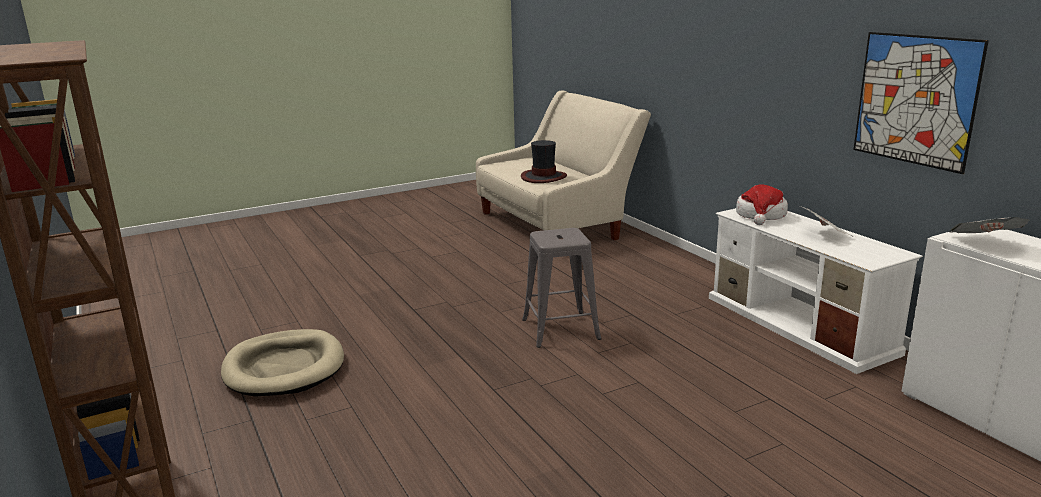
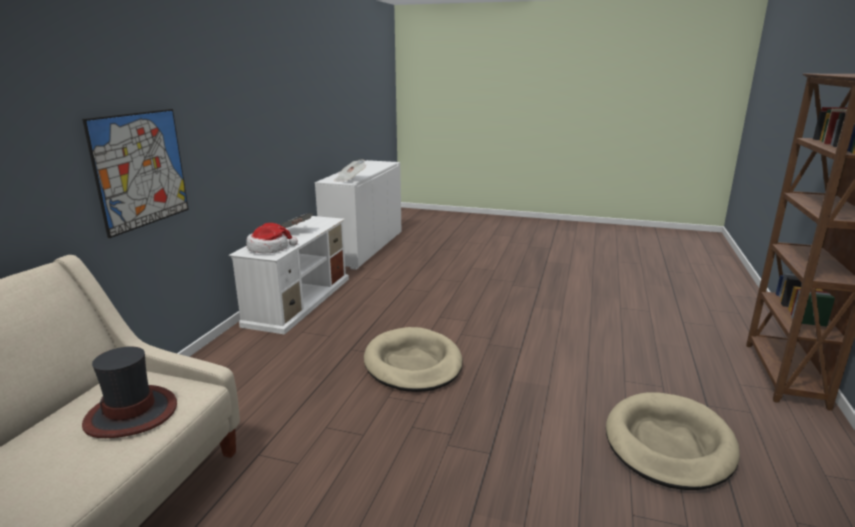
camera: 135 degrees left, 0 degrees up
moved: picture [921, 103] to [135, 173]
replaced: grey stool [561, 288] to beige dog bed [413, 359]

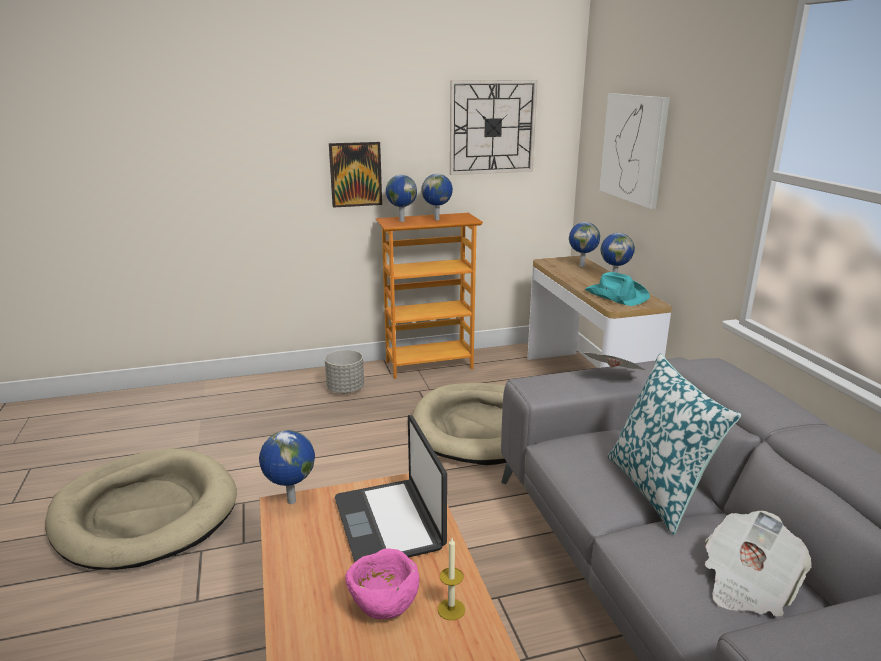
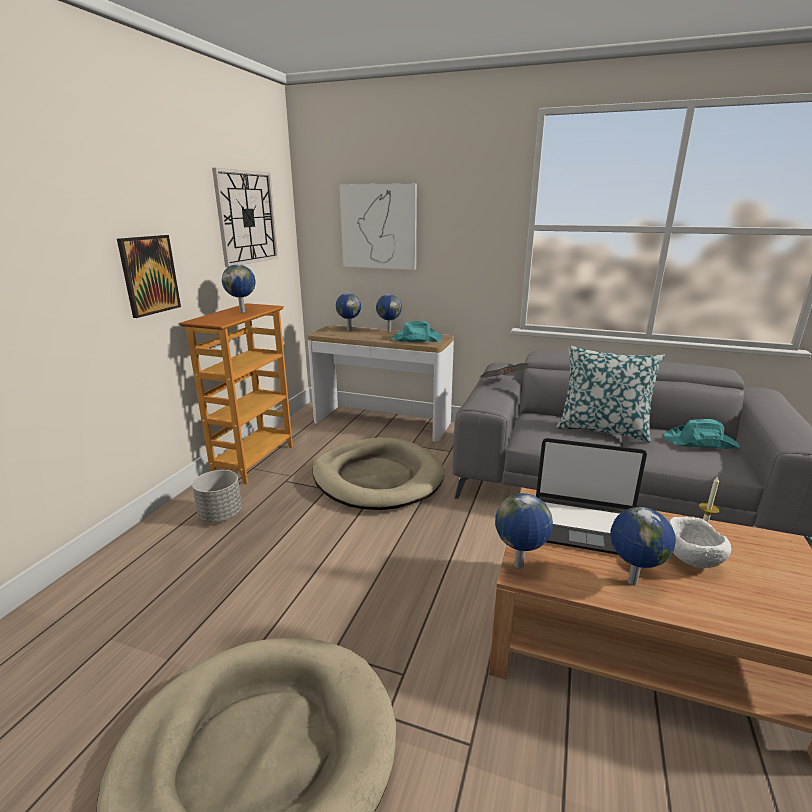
camera: 55 degrees left, 0 degrees up
moved: globe [401, 198] to [643, 546]
replaced: newspaper [758, 564] to turquoise hat [702, 434]
recoloured: pink bowl [382, 583] to white bowl [700, 542]

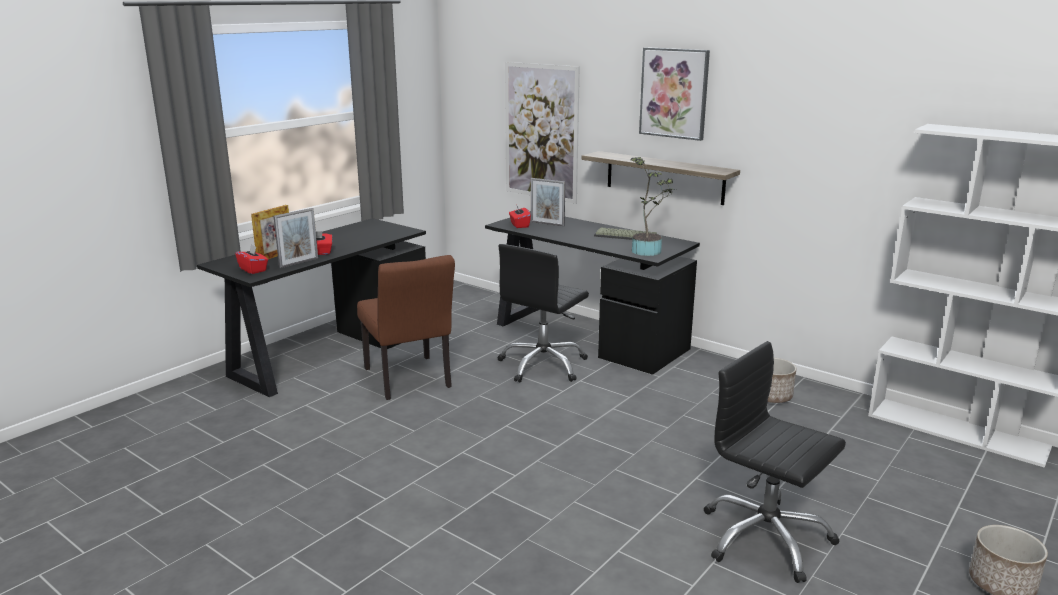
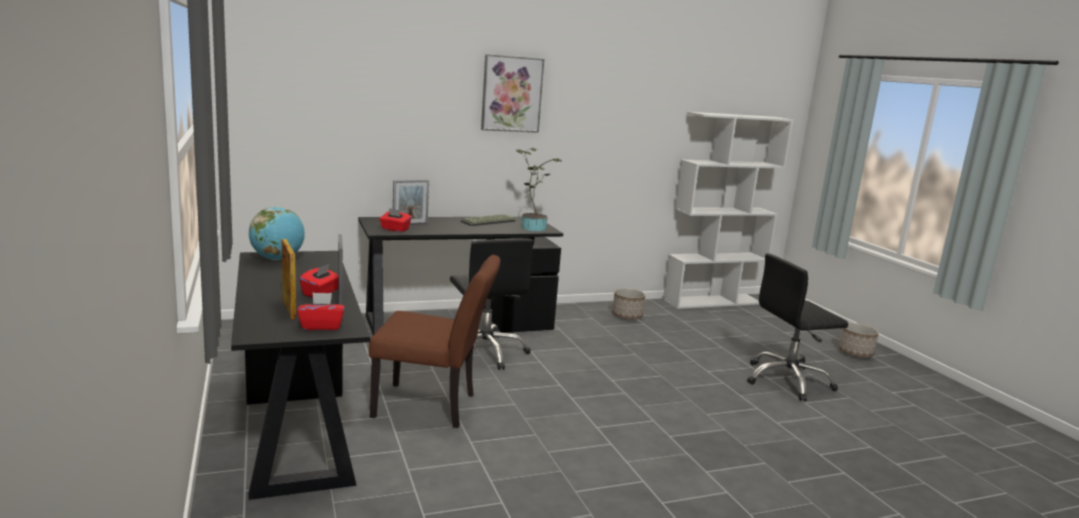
camera: 60 degrees left, 5 degrees down
removed: picture [542, 133]; shelf [661, 178]
added: globe [277, 233]

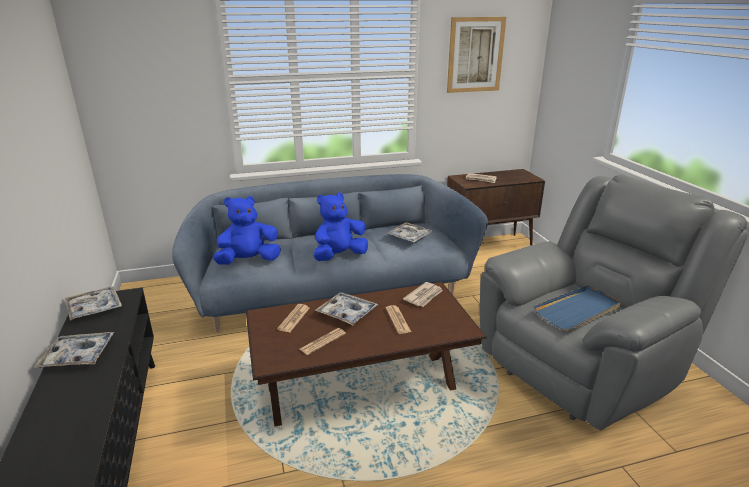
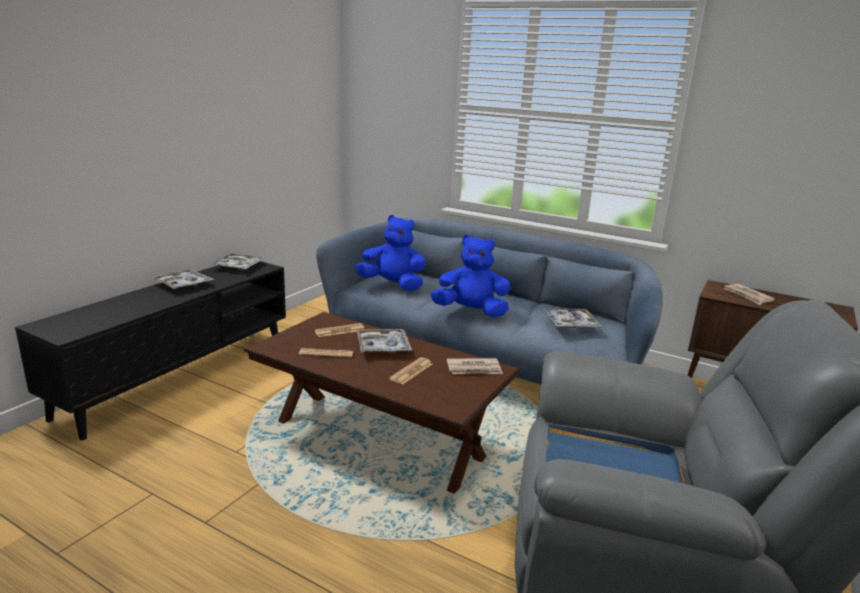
camera: 45 degrees right, 5 degrees down
removed: picture [476, 55]

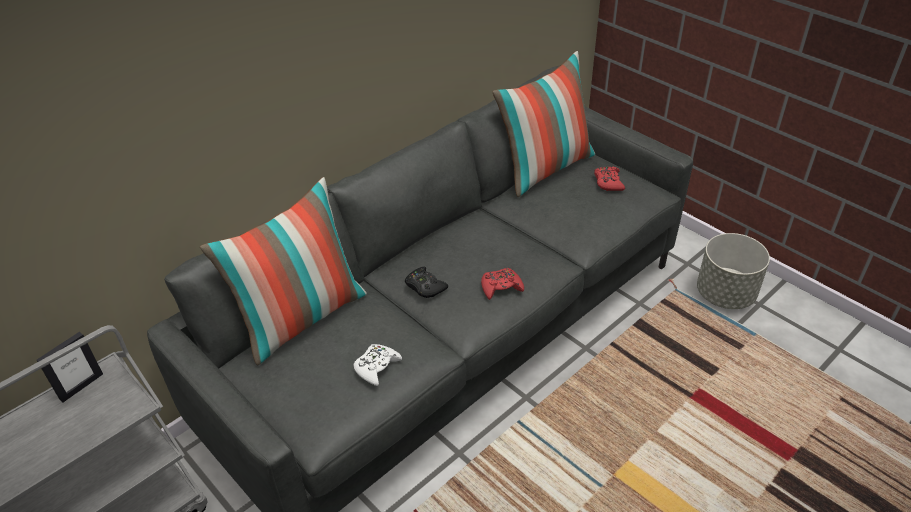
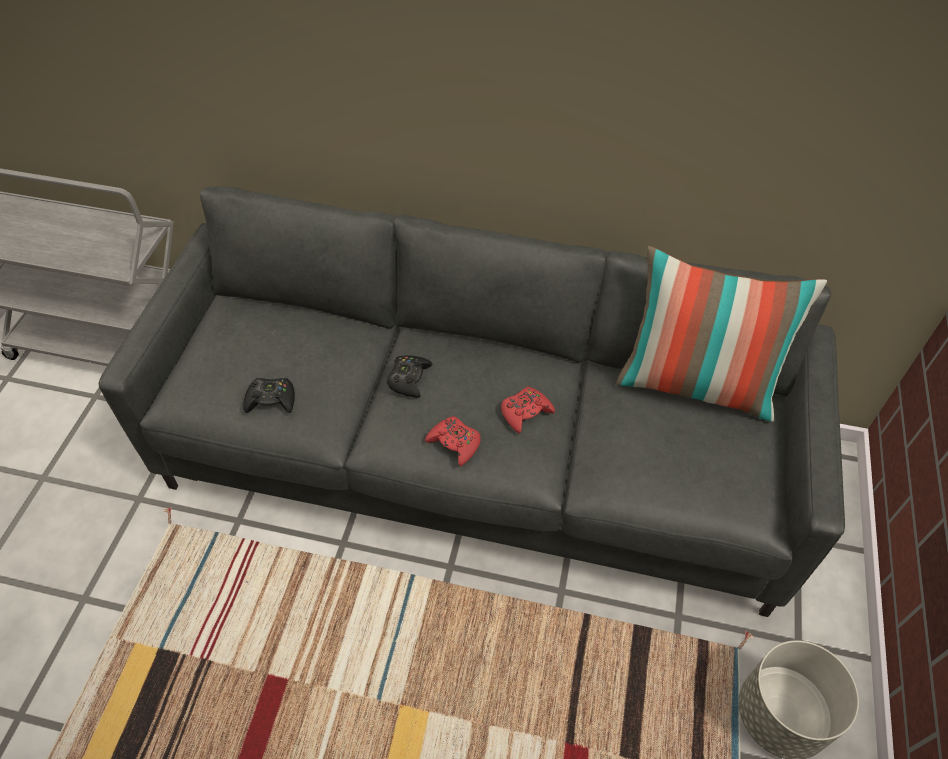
camera: 55 degrees right, 10 degrees up
removed: pillow [283, 271]; picture frame [70, 367]
moved: red game controller [609, 178] to [528, 410]
recoloured: white game controller [378, 365] to black game controller [269, 395]

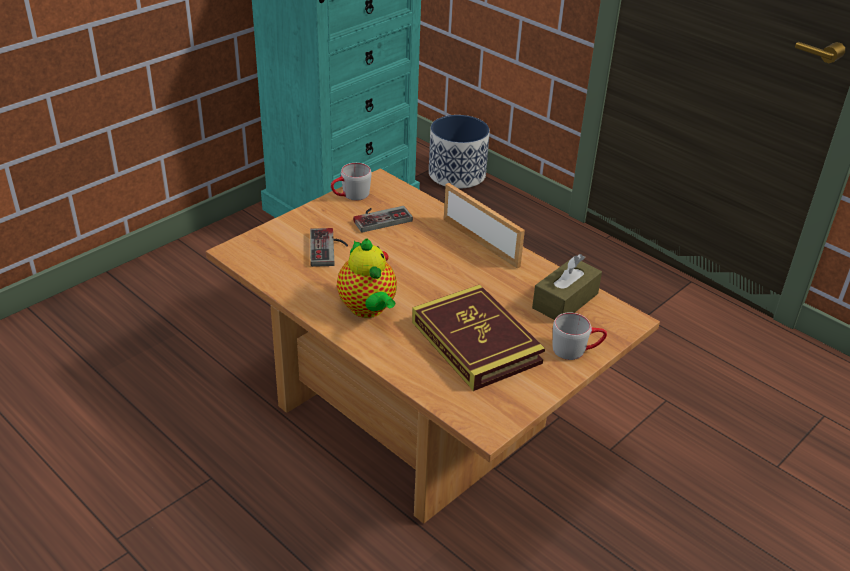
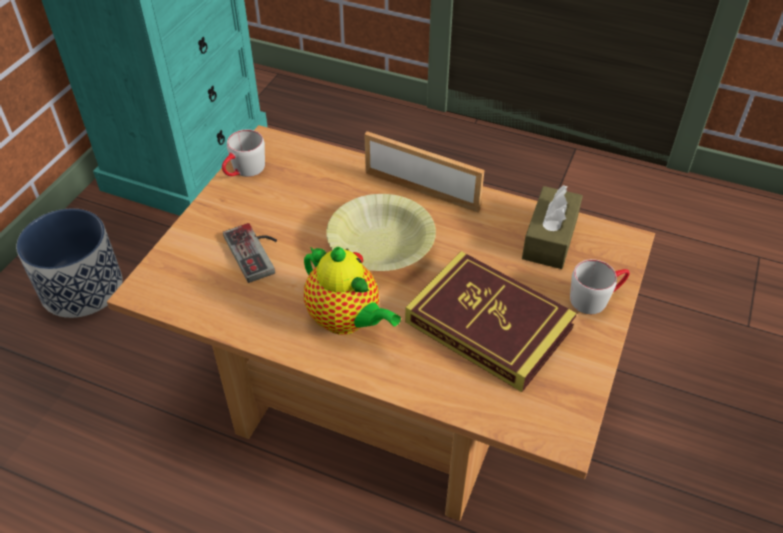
camera: 20 degrees left, 10 degrees up
removed: game controller [383, 219]
added: yellow bowl [381, 232]
moved: planter [459, 152] to [69, 263]

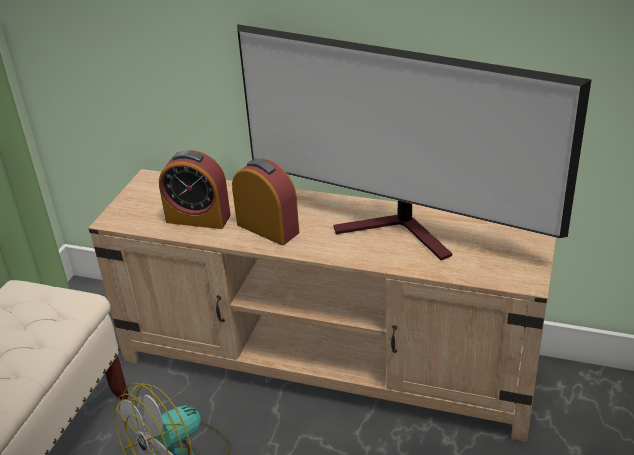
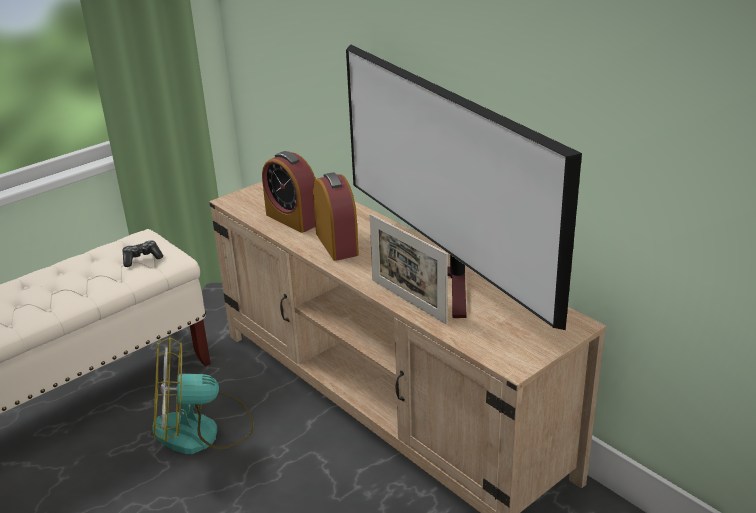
camera: 30 degrees right, 5 degrees down
added: picture frame [409, 269]; game controller [142, 253]

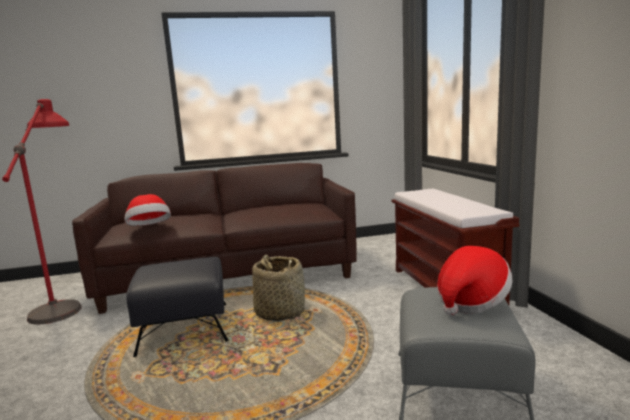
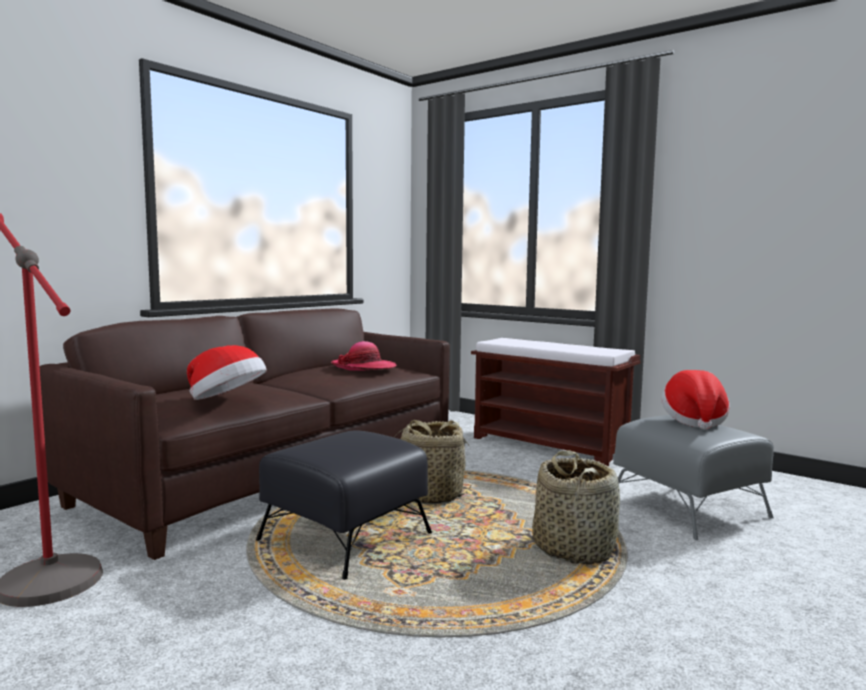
camera: 40 degrees left, 5 degrees down
added: hat [364, 356]; basket [576, 507]

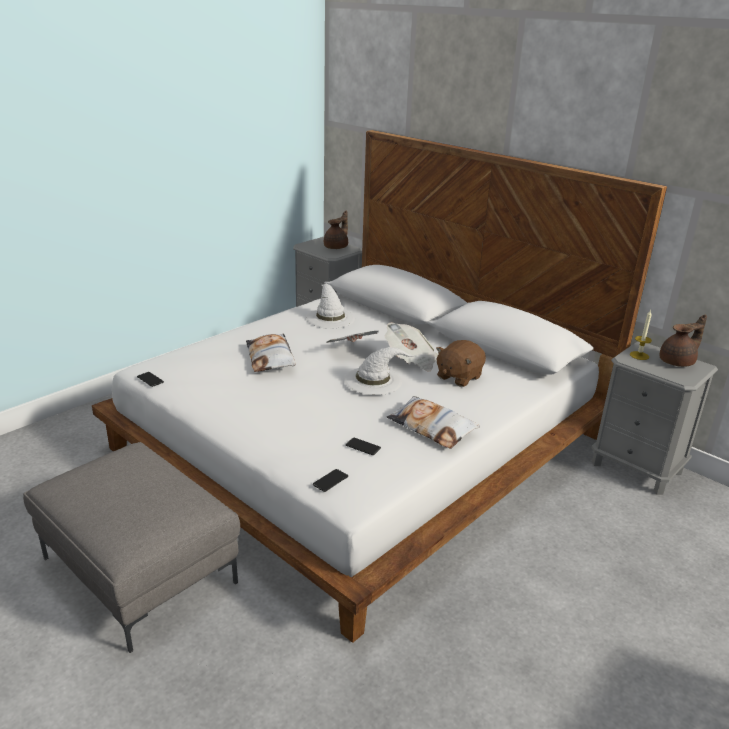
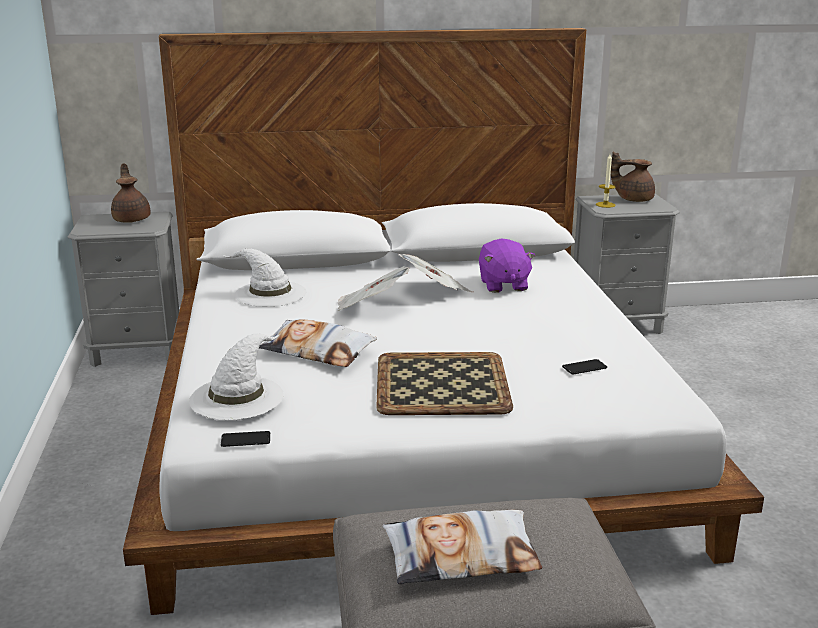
camera: 50 degrees left, 5 degrees down
removed: phone [330, 480]
added: tray [444, 383]
moved: white hat [380, 371] to [236, 377]; pillow [433, 422] to [462, 547]
recoloured: brown plush toy [461, 363] to purple plush toy [507, 265]
turned: brown teapot [683, 340] = [633, 176] 90 degrees counterclockwise

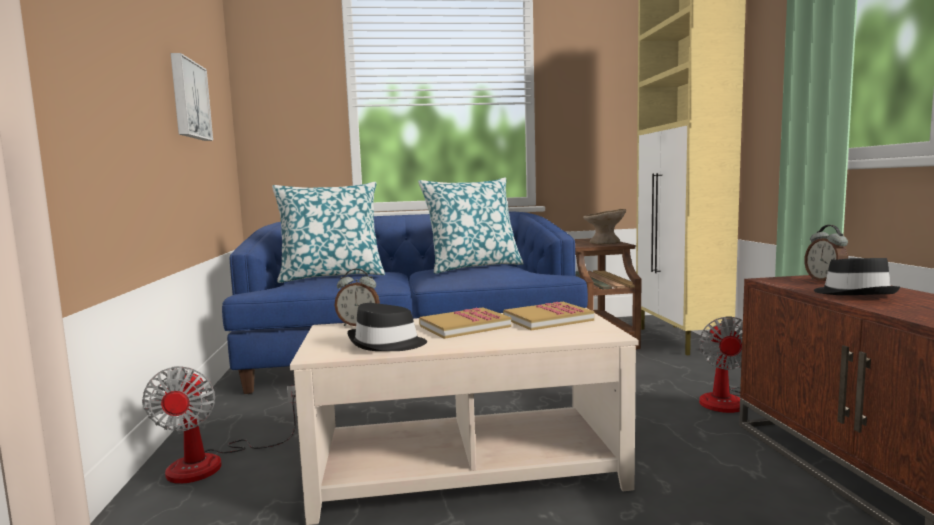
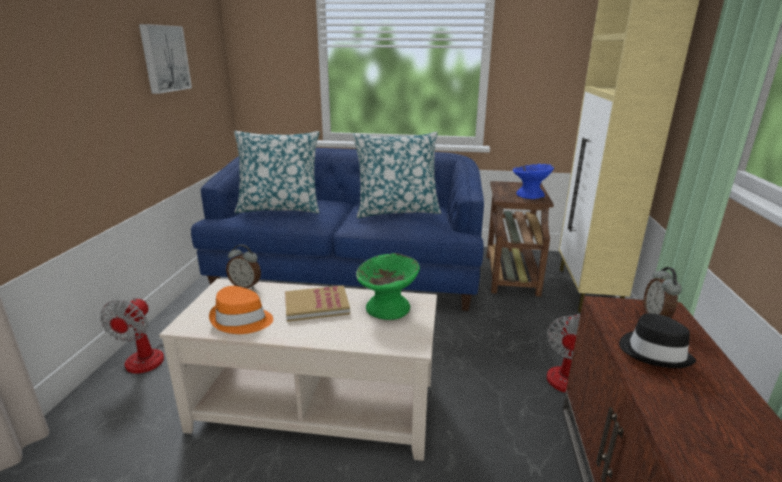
camera: 15 degrees right, 15 degrees up
replaced: book [548, 316] to green bowl [388, 286]
recoloured: beige bowl [604, 226] to blue bowl [533, 181]; black hat [387, 327] to orange hat [241, 310]

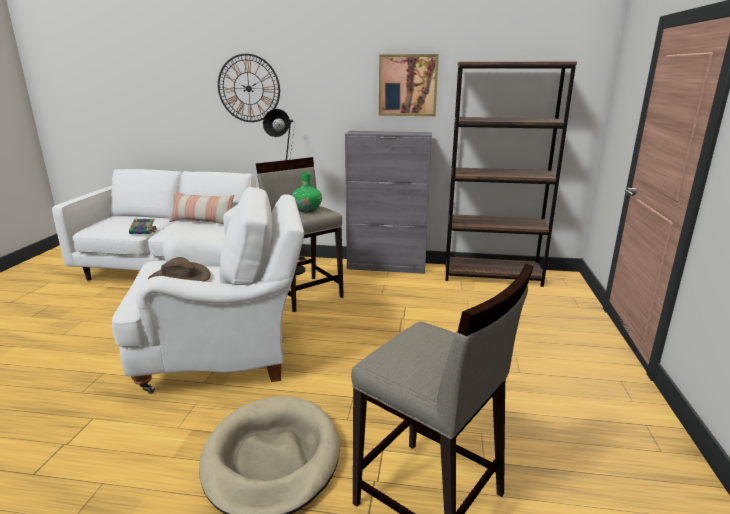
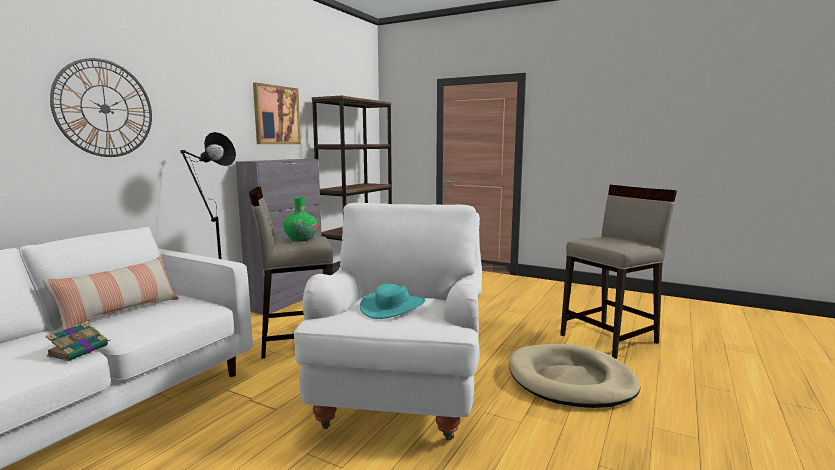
camera: 70 degrees left, 10 degrees down
recoloured: brown hat [179, 269] to turquoise hat [393, 301]

